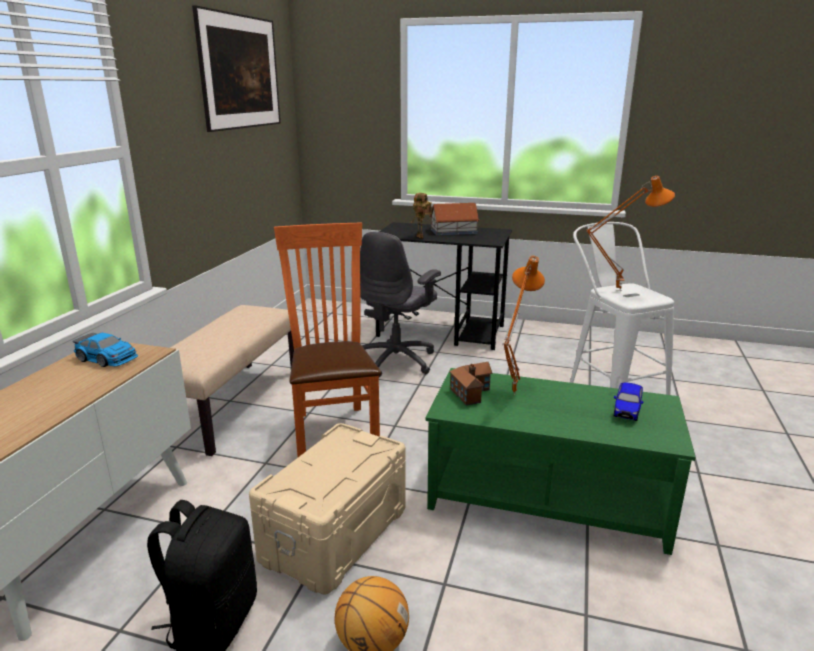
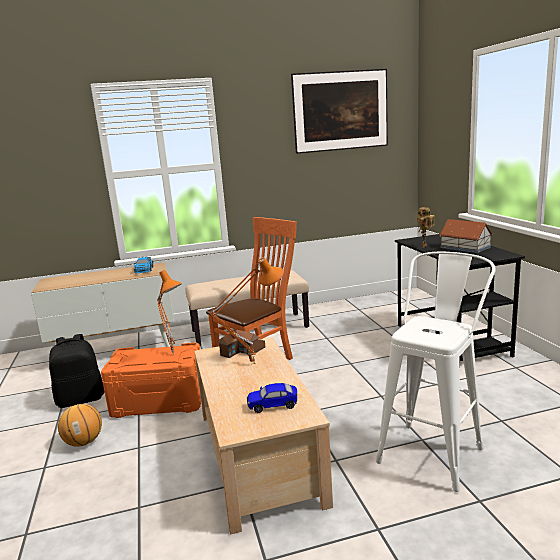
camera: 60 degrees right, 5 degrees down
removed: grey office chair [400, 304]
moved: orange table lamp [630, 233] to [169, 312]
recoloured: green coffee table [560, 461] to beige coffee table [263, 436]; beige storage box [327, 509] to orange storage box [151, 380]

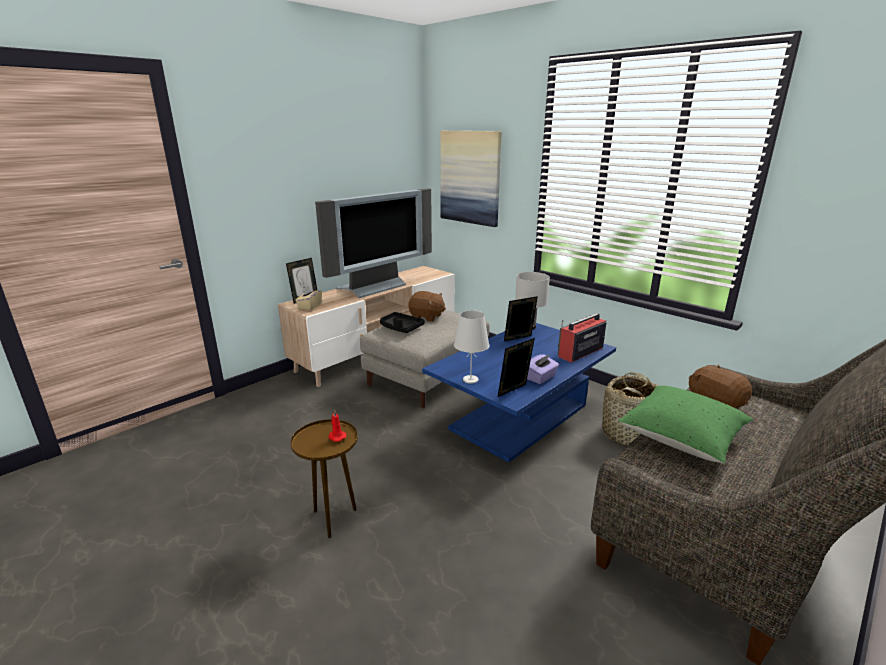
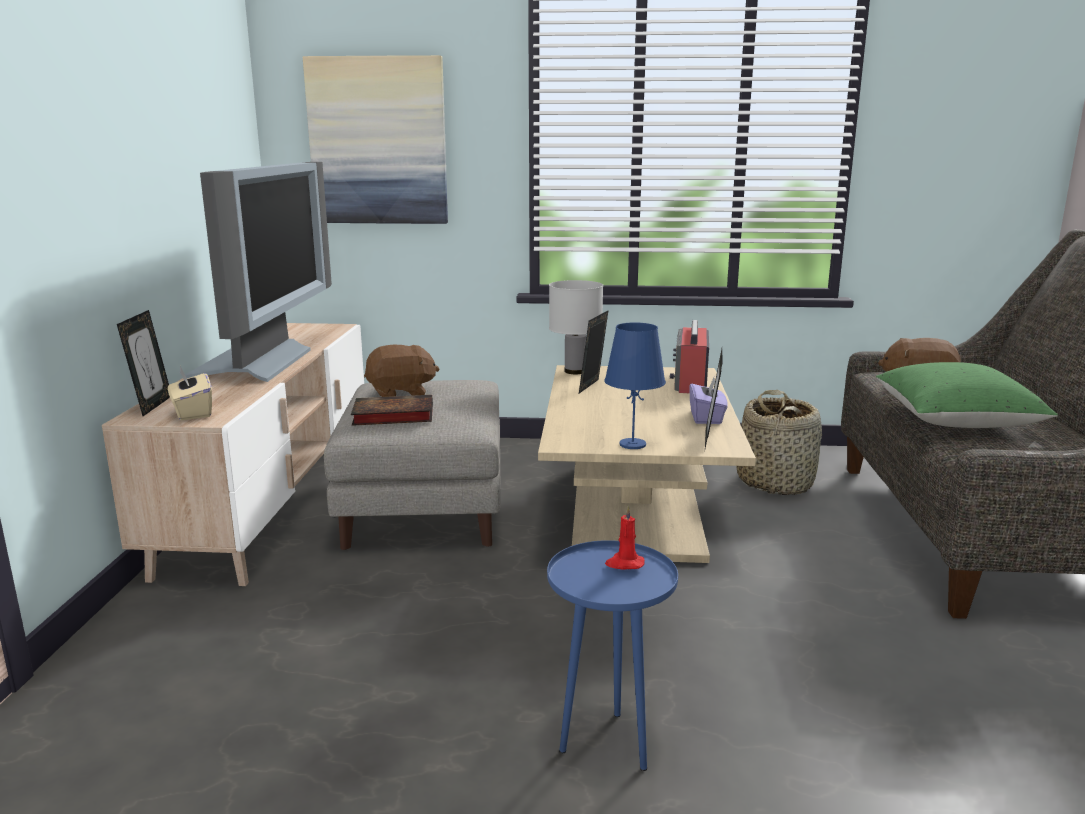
camera: 40 degrees left, 5 degrees down
replaced: black tray [402, 322] to book [392, 410]
recoloured: white table lamp [472, 347] to blue table lamp [635, 385]; blue coffee table [519, 392] to beige coffee table [647, 464]; brown side table [324, 478] to blue side table [612, 655]

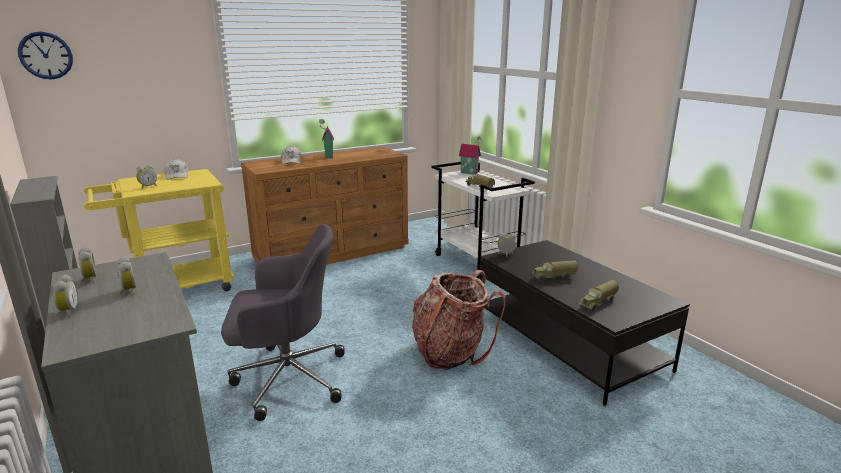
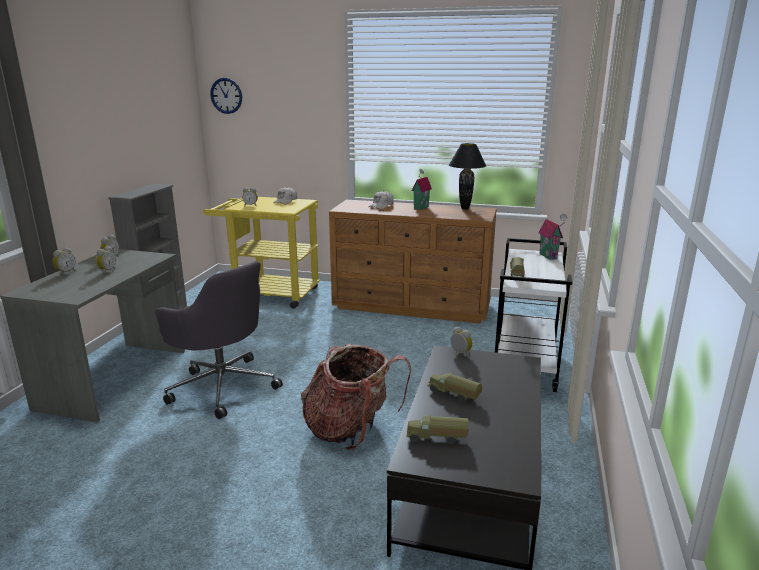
camera: 45 degrees right, 0 degrees up
added: black table lamp [467, 176]

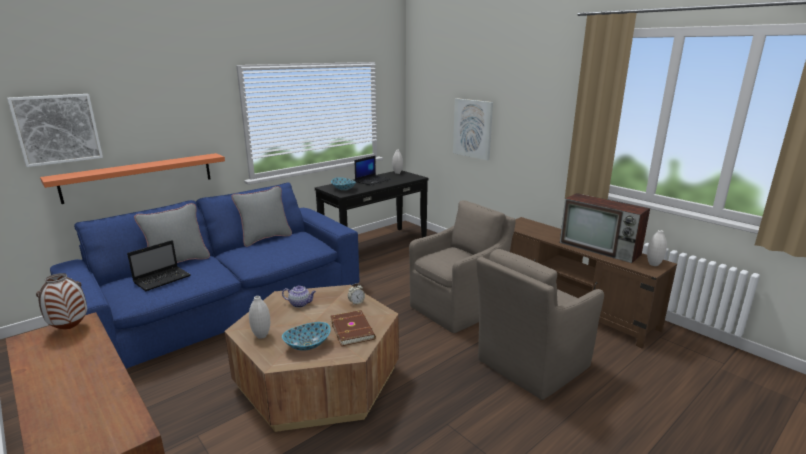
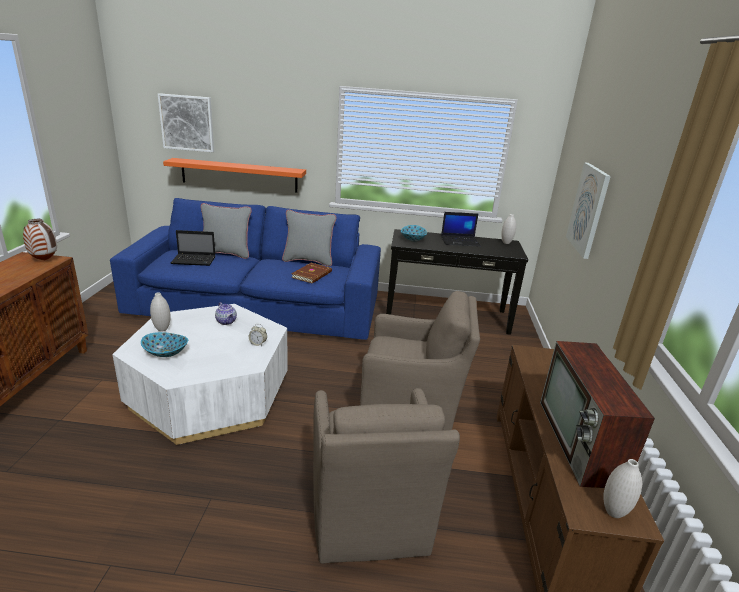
camera: 45 degrees right, 5 degrees up
moved: brown book [353, 328] to [311, 273]
recoloured: brown coffee table [312, 358] to white coffee table [200, 374]
turned: brown armchair [540, 324] = [386, 476] 105 degrees counterclockwise

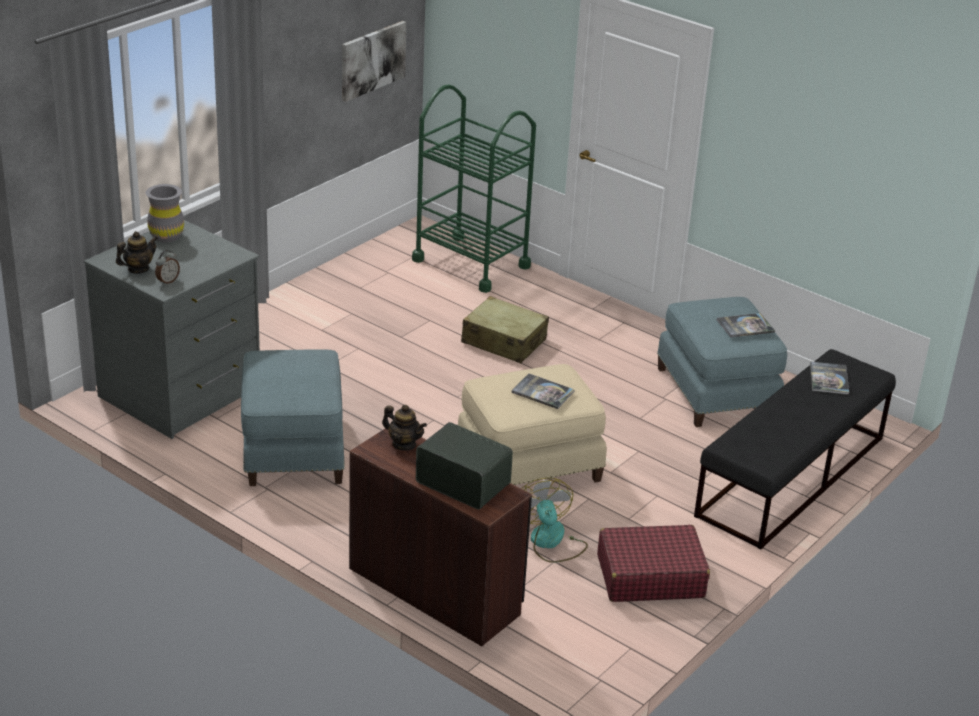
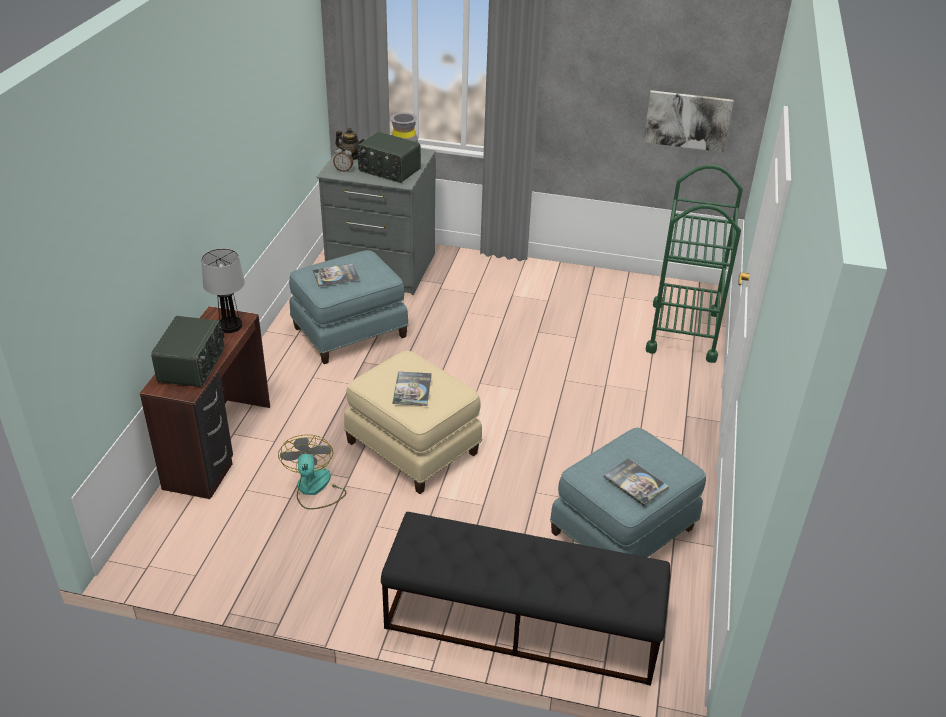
camera: 65 degrees right, 5 degrees up
removed: beige suitcase [505, 329]; red suitcase [653, 563]
added: radio [389, 157]
moved: book [829, 378] to [336, 275]
replaced: teapot [404, 427] to table lamp [223, 290]
turned: fan [554, 520] = [312, 472] 60 degrees counterclockwise

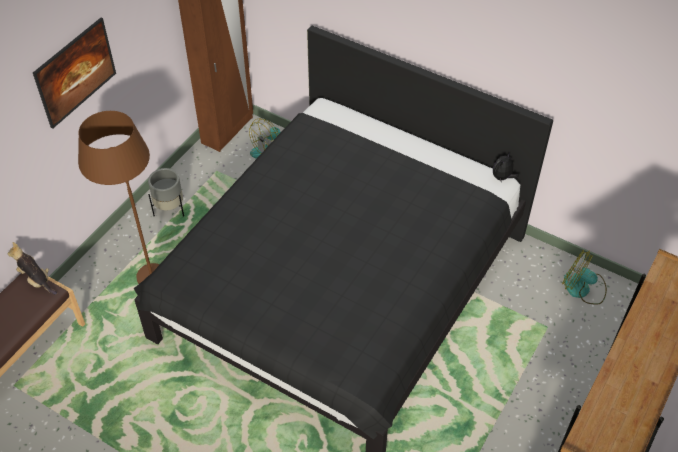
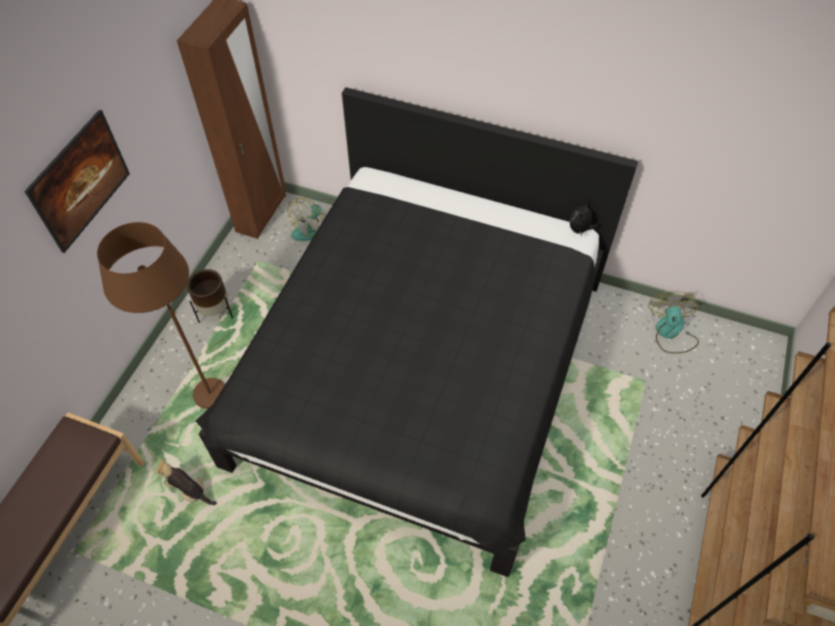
camera: 10 degrees left, 5 degrees up
moved: plush toy [32, 268] to [185, 482]
recoloured: grey planter [166, 192] to brown planter [210, 296]
turned: fan [584, 277] = [673, 322] 75 degrees clockwise

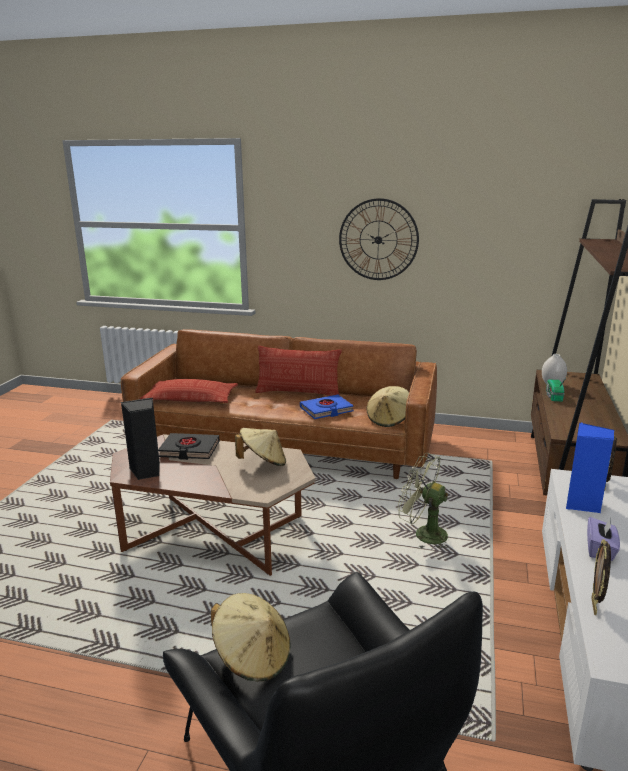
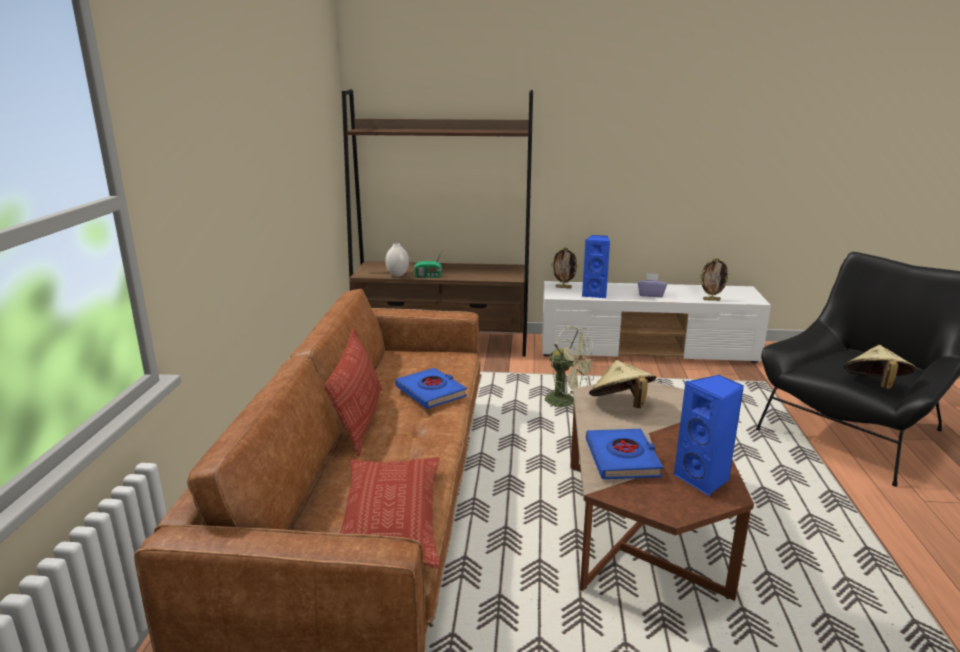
camera: 100 degrees left, 0 degrees up
removed: wall clock [379, 239]; beige hat [388, 406]
recoloured: black speaker [140, 439] to blue speaker [709, 435]; black book [189, 446] to blue book [624, 454]
turned: green fan [423, 502] = [571, 366] 75 degrees counterclockwise

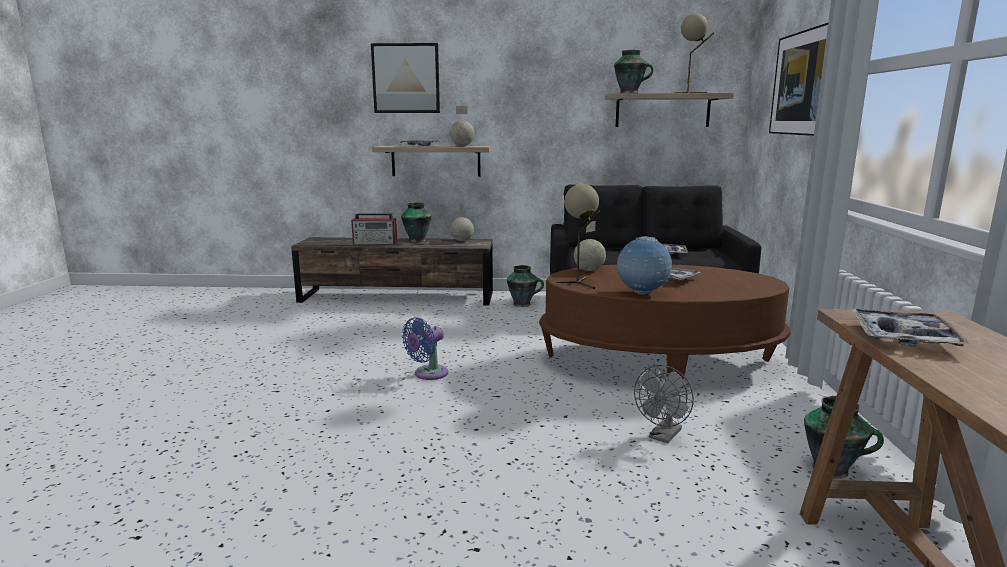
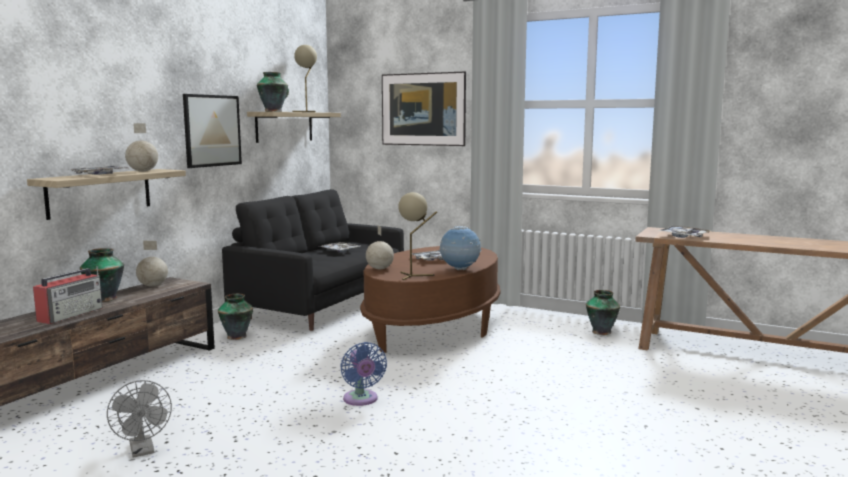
camera: 65 degrees left, 5 degrees down
moved: picture [405, 78] to [212, 131]; grey fan [664, 404] to [139, 419]

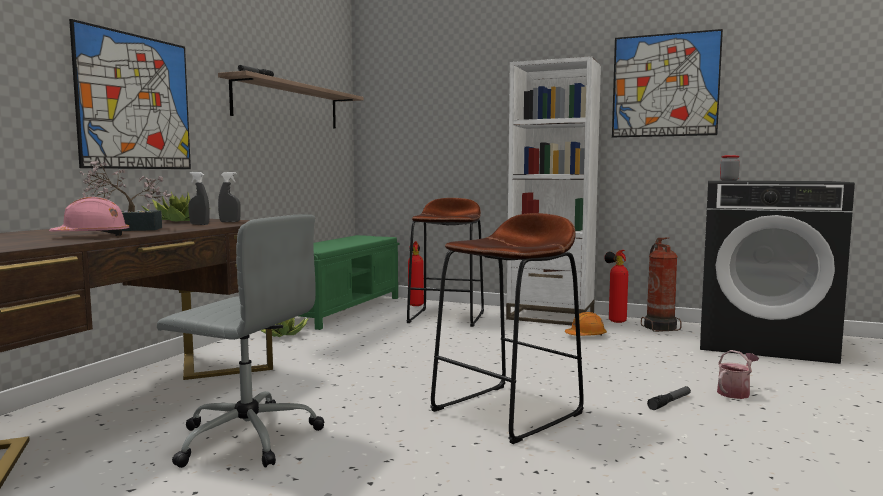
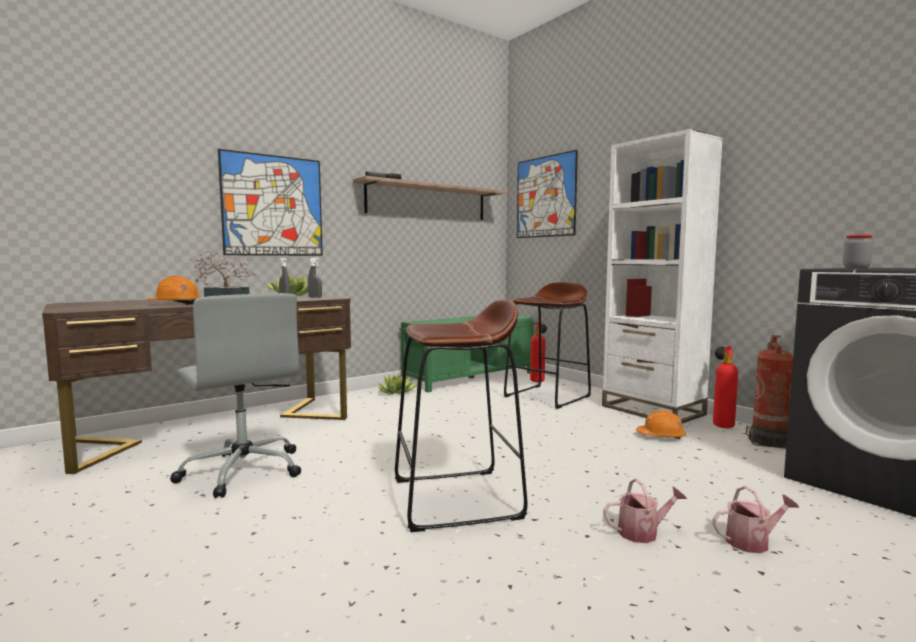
camera: 30 degrees right, 0 degrees up
moved: picture [667, 83] to [547, 194]
replaced: flashlight [669, 398] to watering can [645, 510]
recoloured: pink hard hat [89, 216] to orange hard hat [175, 290]

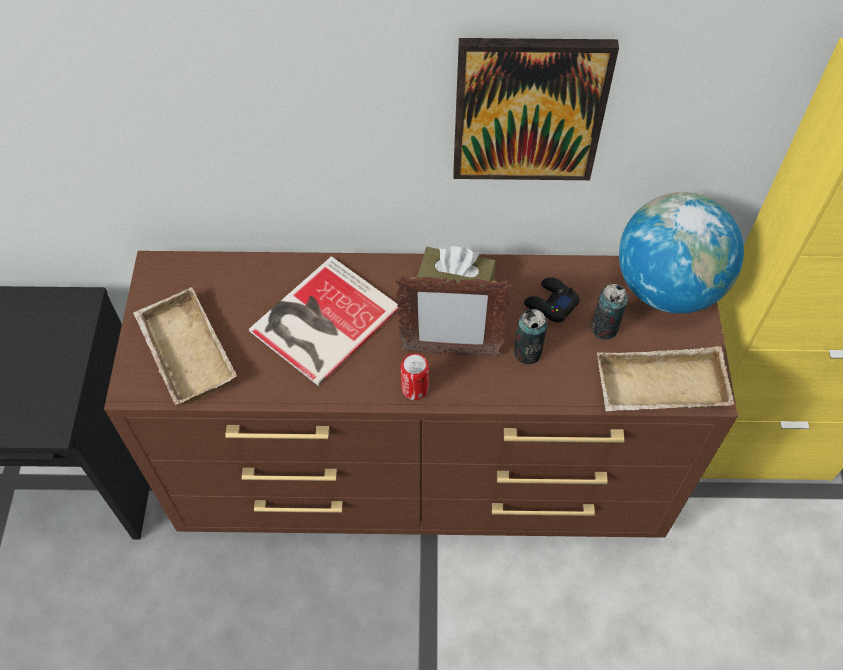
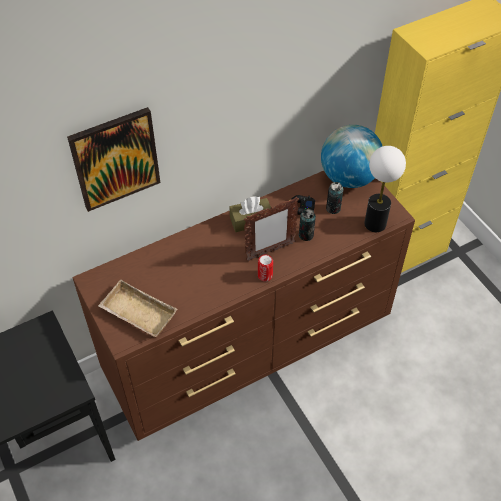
camera: 30 degrees left, 5 degrees down
removed: book [324, 321]
moved: picture [536, 109] to [113, 159]
replaced: beige tray [666, 378] to table lamp [385, 189]

